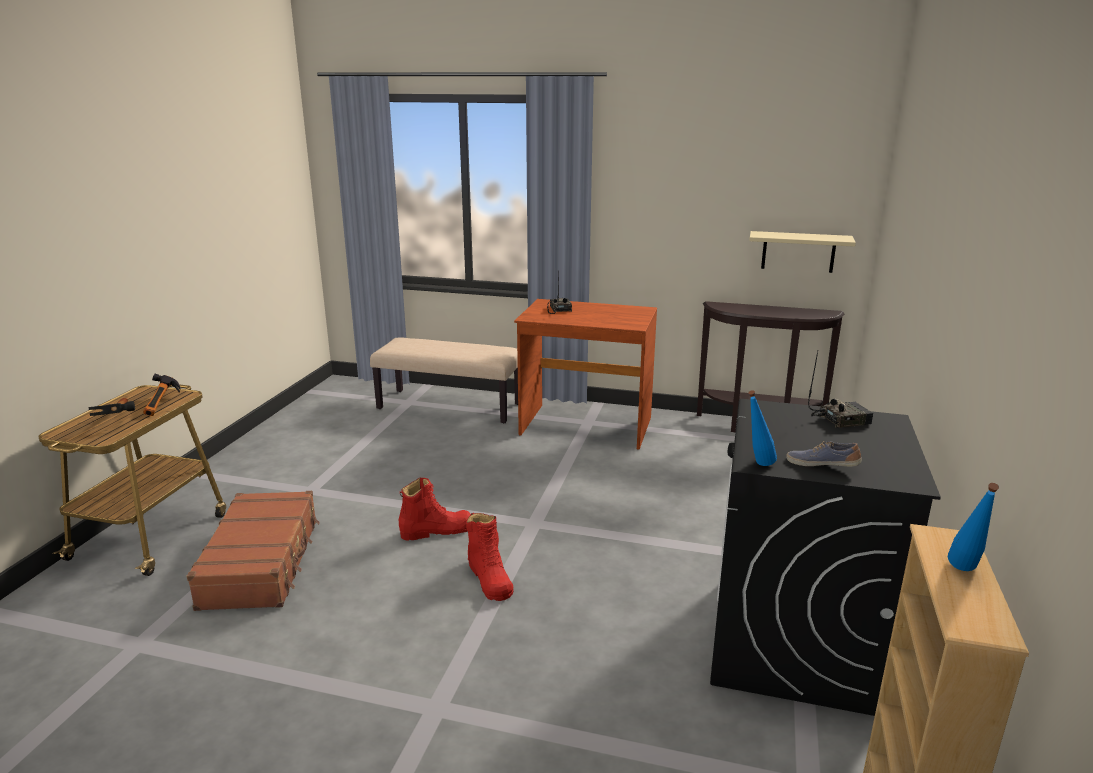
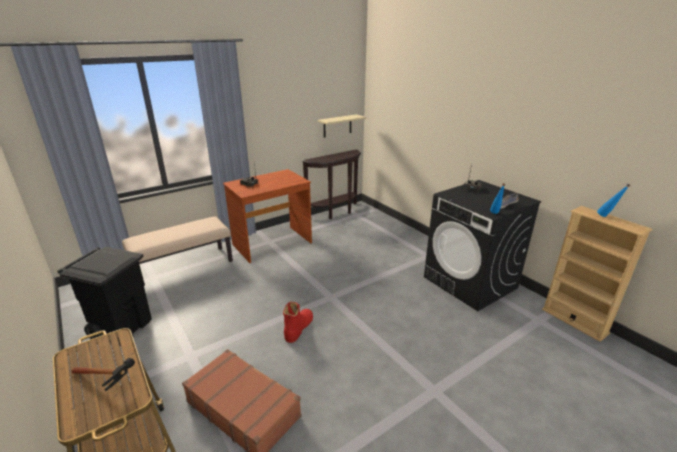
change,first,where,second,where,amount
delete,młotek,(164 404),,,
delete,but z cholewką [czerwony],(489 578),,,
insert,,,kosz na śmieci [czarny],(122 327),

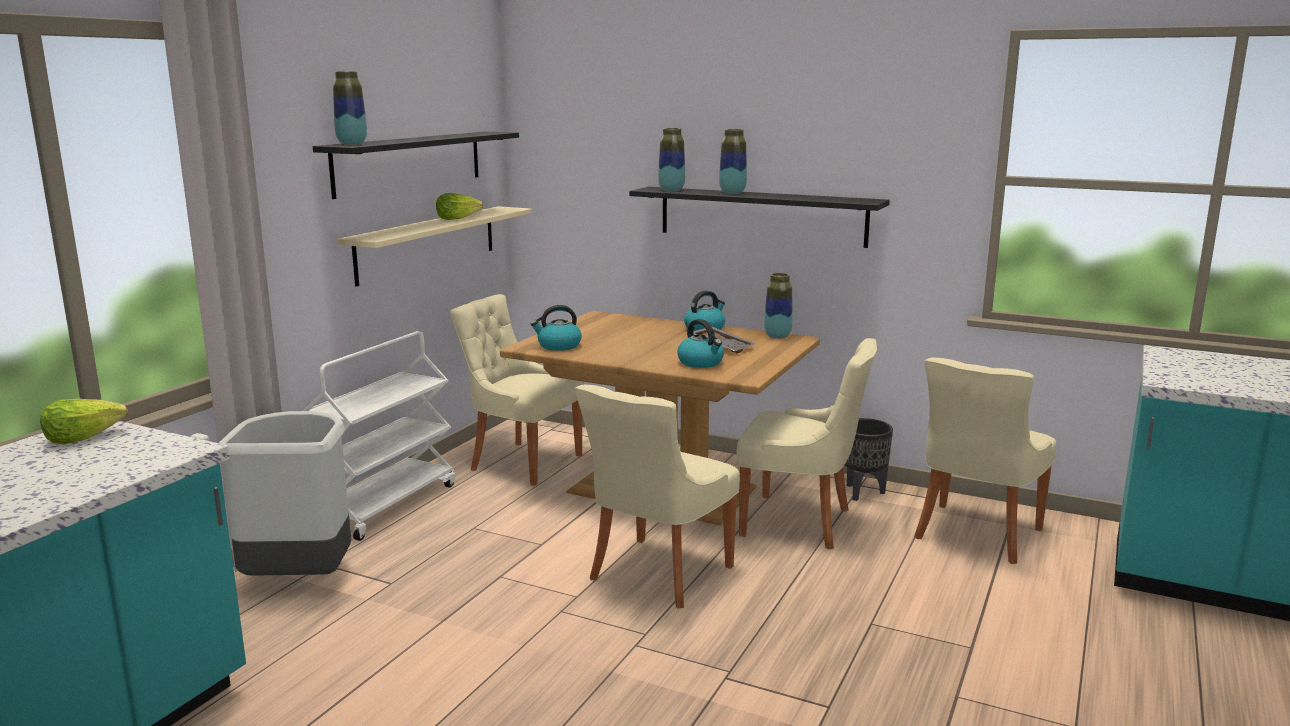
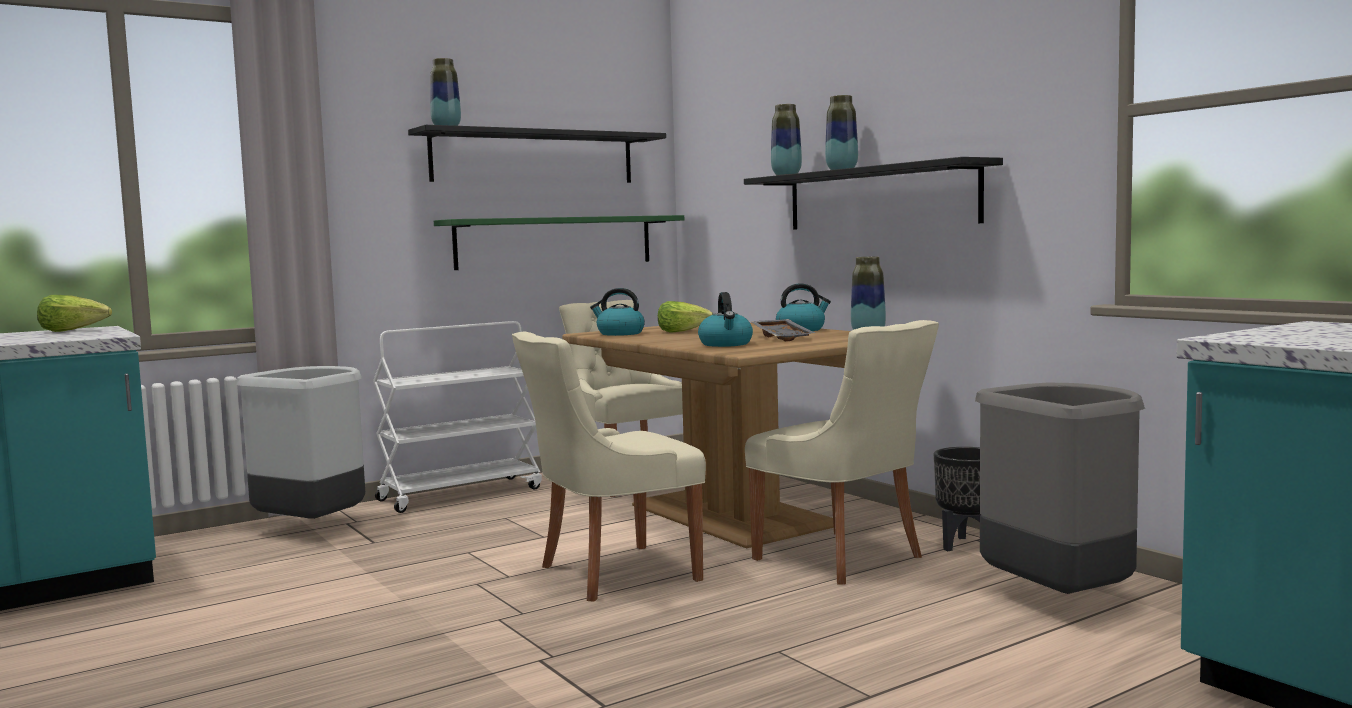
change,first,where,second,where,amount
move,sałata,(457 219),,(683 332),
recolor,półka [beżowy],(428 243),półka [zielony],(555 242),
replace,krzesło [beżowy],(975 535),kosz na śmieci [szary],(1060 602),

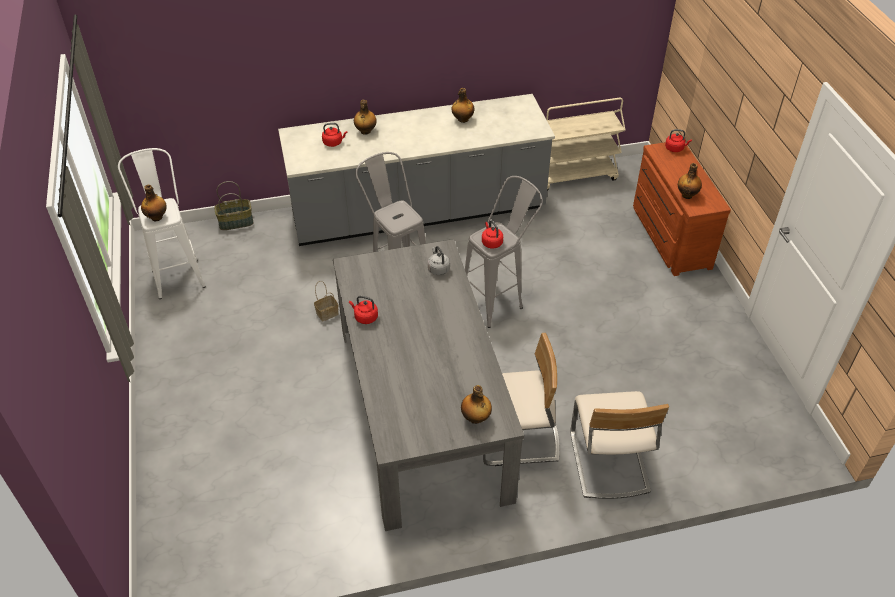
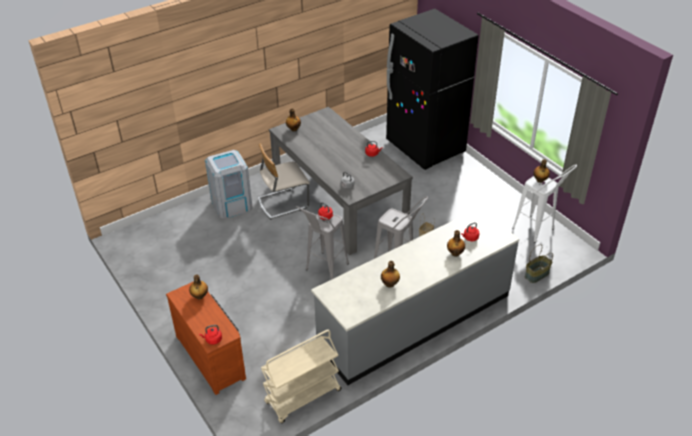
change,first,where,second,where,amount
replace,krzesło [beżowy],(608 462),kosz na śmieci [szary],(231 204),
insert,,,lodówka [czarny],(425 148),

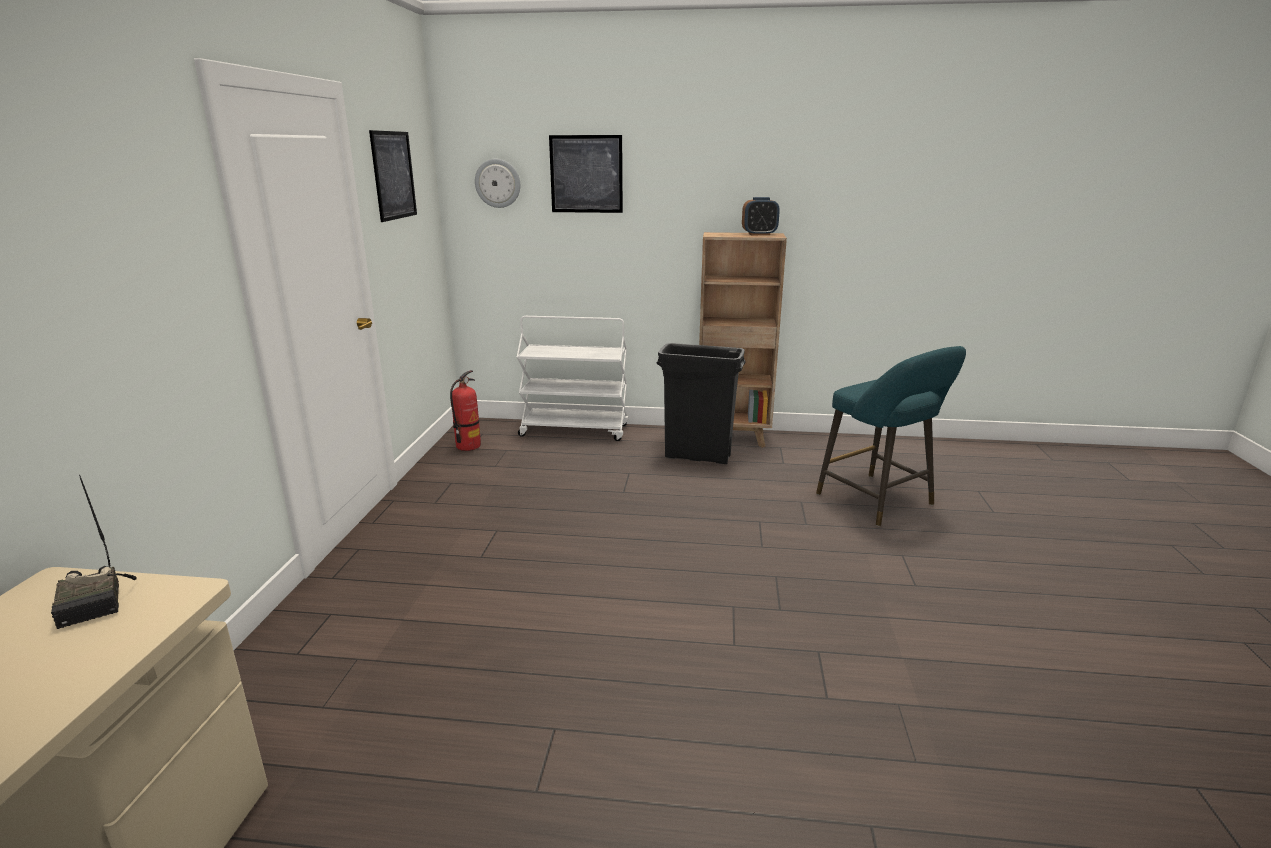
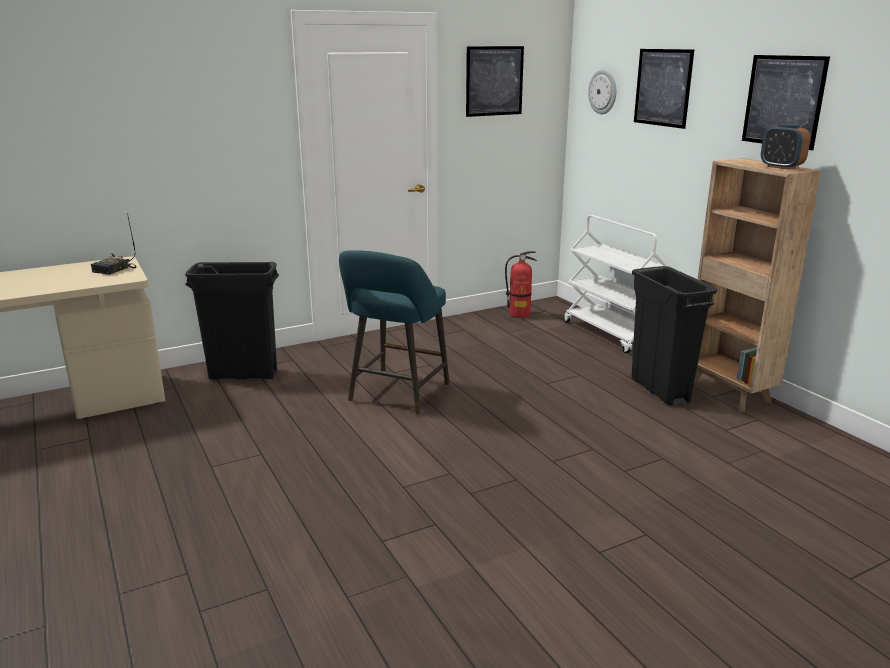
change,first,where,second,where,amount
move,stołek [turkusowy],(879 502),,(396 395),
insert,,,obraz,(783 101),
insert,,,kosz na śmieci [czarny],(244 375),

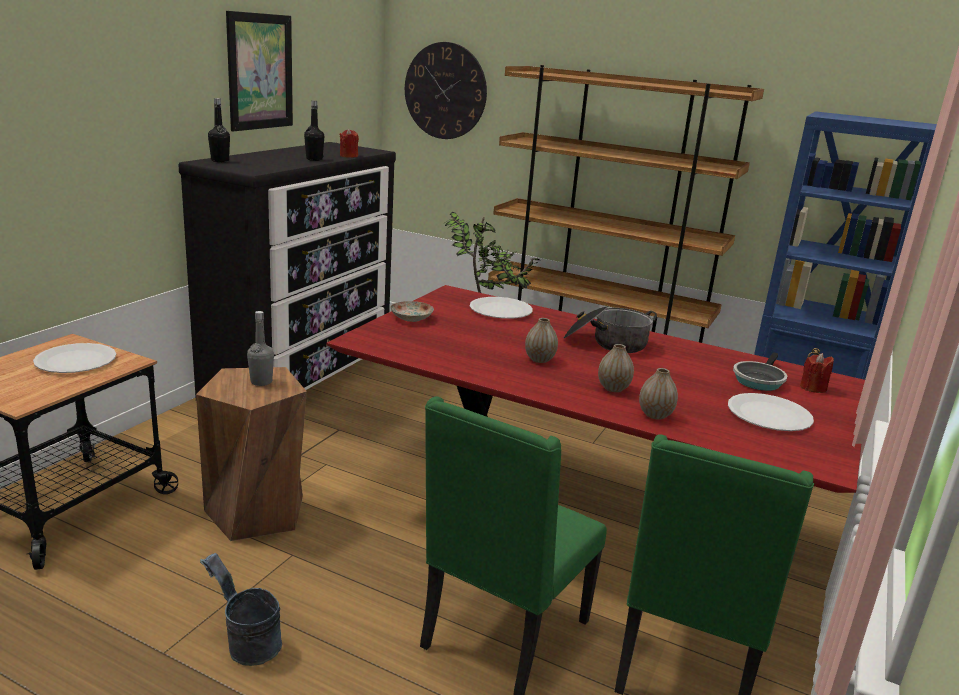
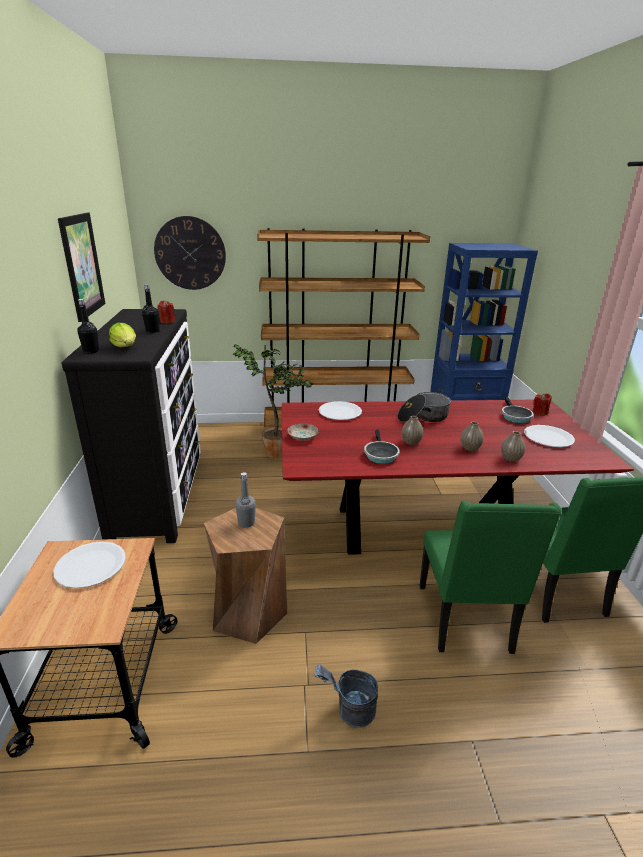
change,first,where,second,where,amount
insert,,,sałata,(125 347),
insert,,,patelnia,(380 454),

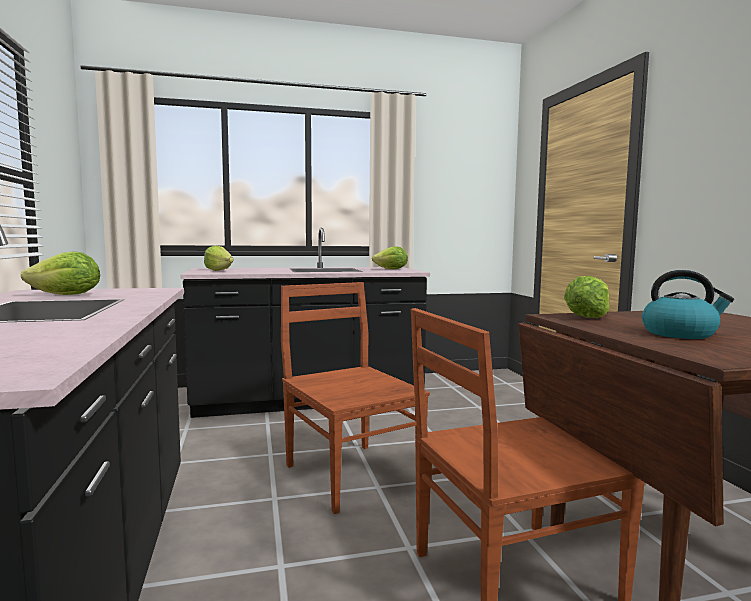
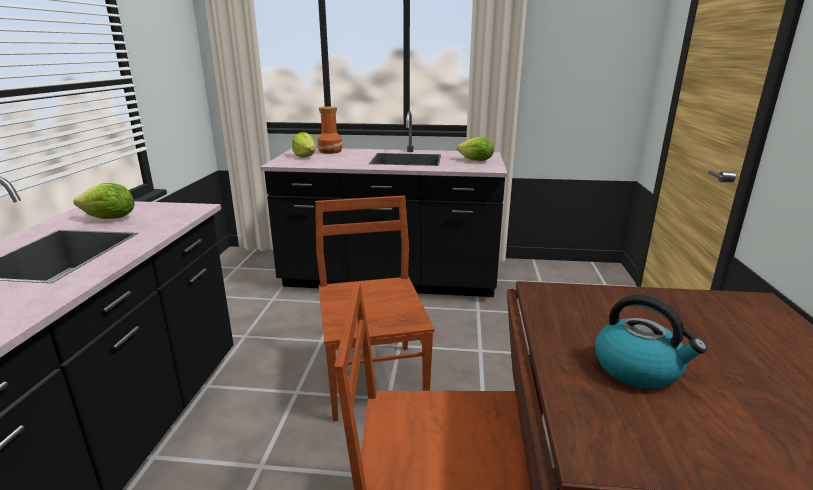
change,first,where,second,where,amount
delete,sałata,(587 317),,,
insert,,,wazon,(331 151),

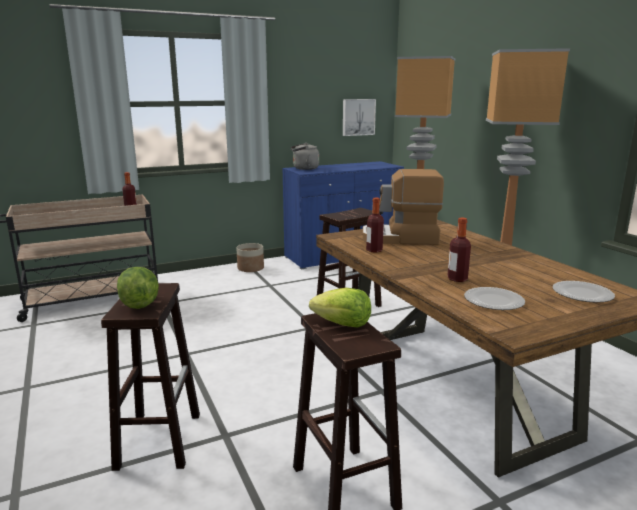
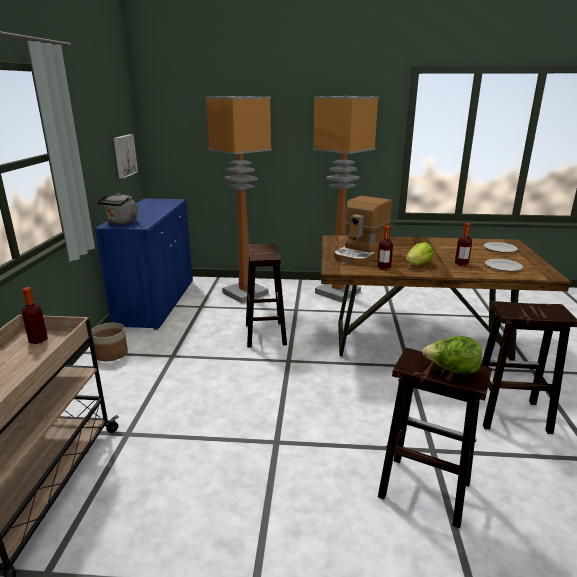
change,first,where,second,where,amount
move,sałata,(342 324),,(418 264),

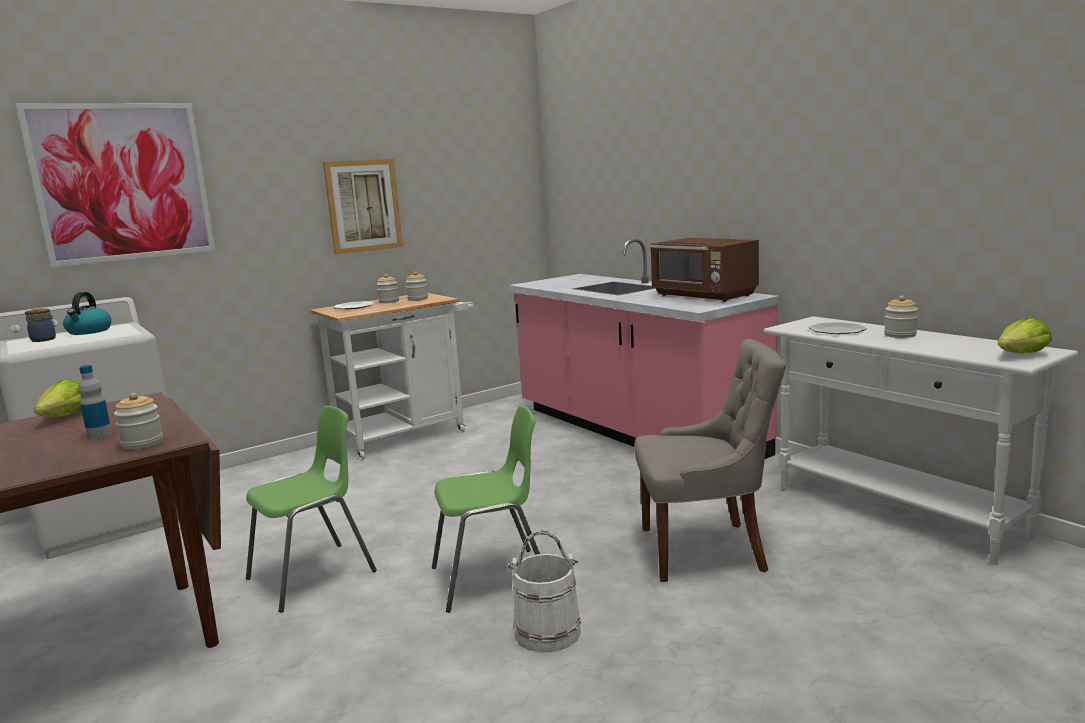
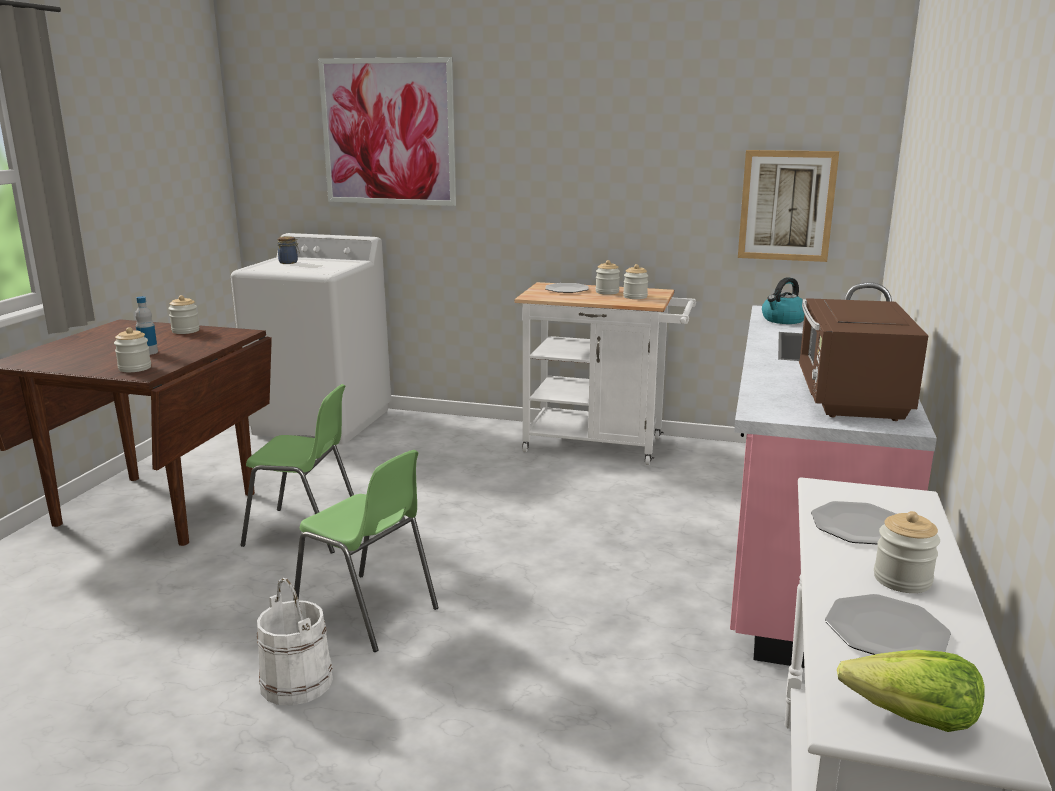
change,first,where,second,where,amount
move,obraz,(363 206),,(786 206),
move,czajnik,(89 331),,(783 320),
delete,krzesło [szary],(706 550),,,
replace,sałata,(66 417),słoik,(185 331),
insert,,,talerz,(886 631),

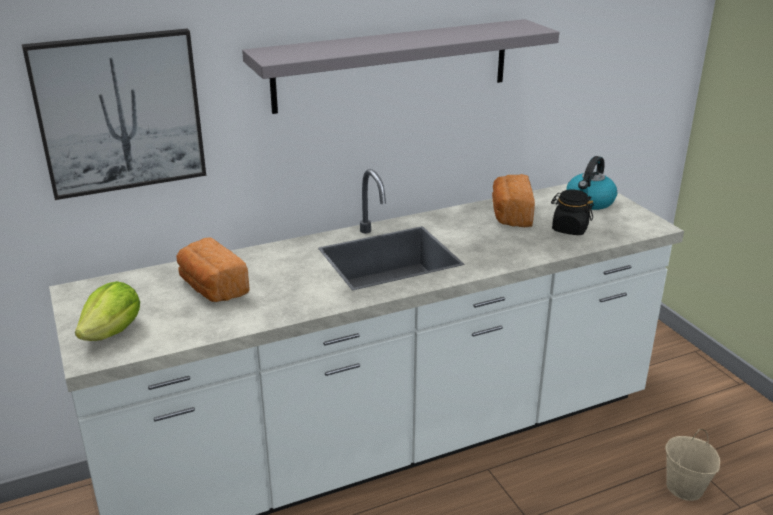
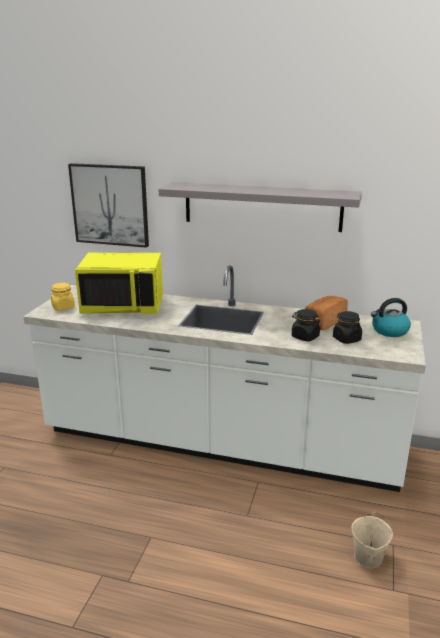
change,first,where,second,where,amount
replace,chleb,(212 288),mikrofalówka [żółty],(123 305),
replace,sałata,(113 332),słoik [żółty],(63 307),
insert,,,słoik [czarny],(305 337),

